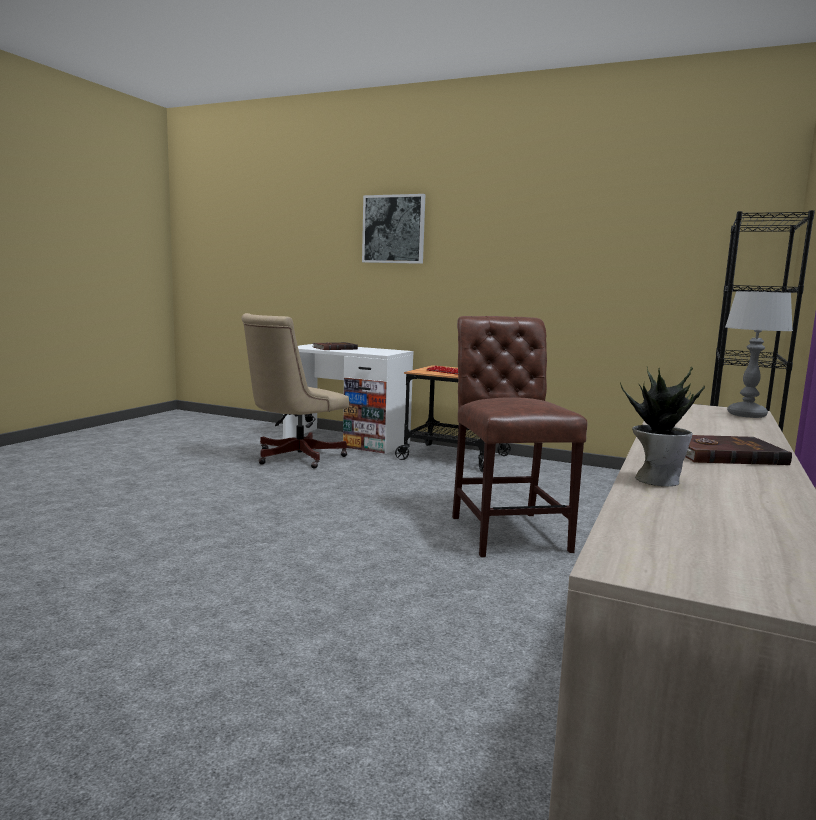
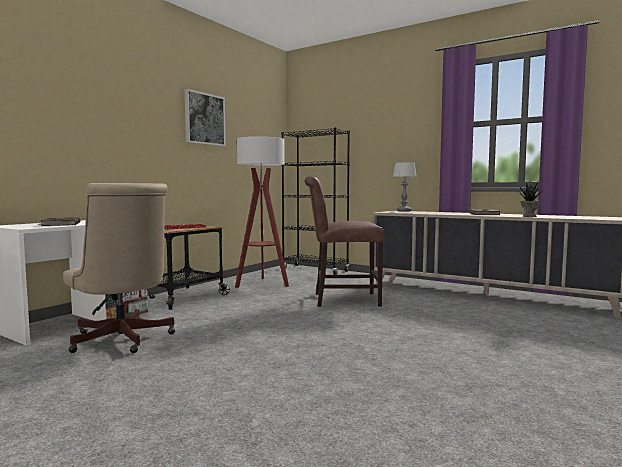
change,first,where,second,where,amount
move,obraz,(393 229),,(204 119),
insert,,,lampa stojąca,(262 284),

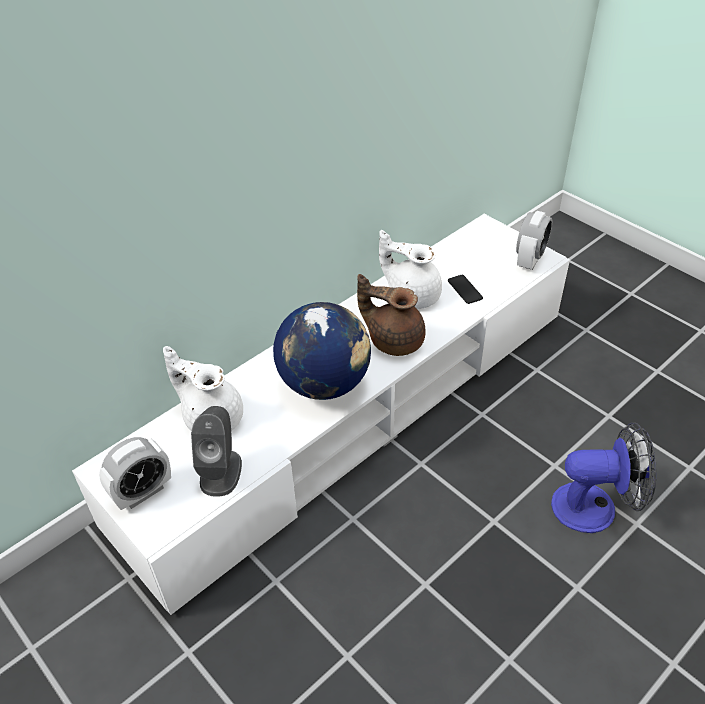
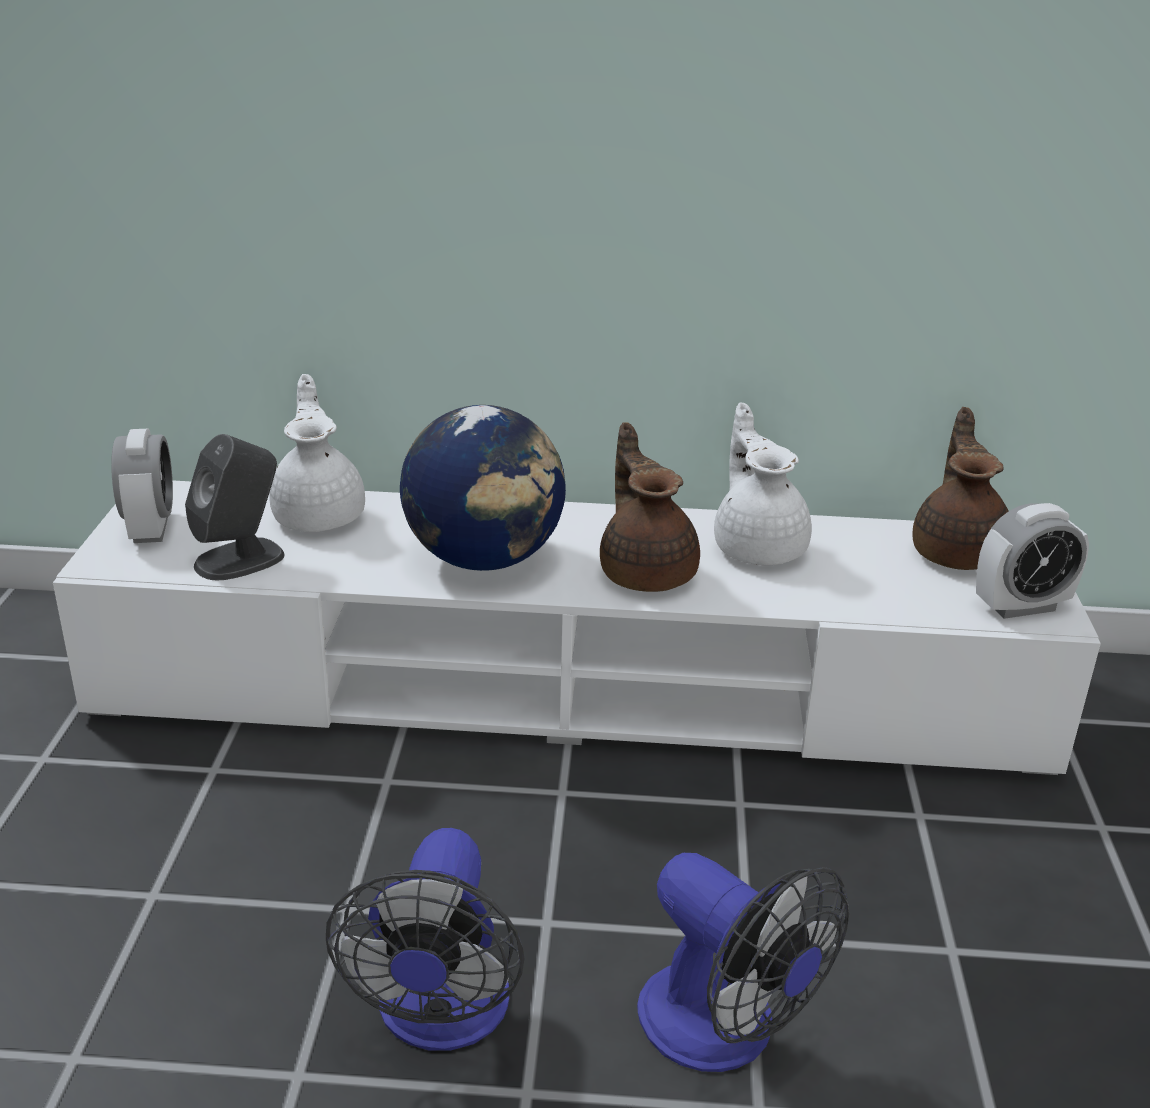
change,first,where,second,where,amount
delete,telefon,(465 289),,,
rotate,budzik,(142 492),,(150 529),105 degrees counterclockwise
insert,,,imbryk [brązowy],(958 552),
insert,,,wentylator,(440 1017),

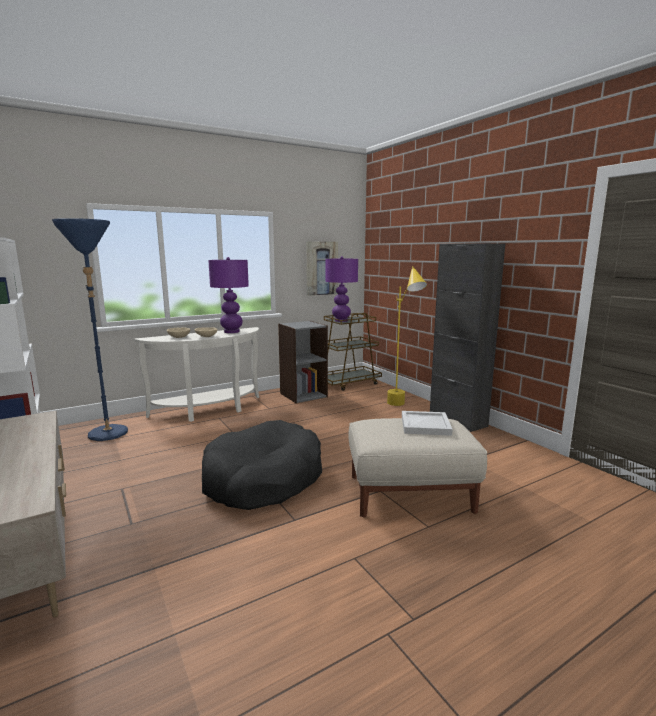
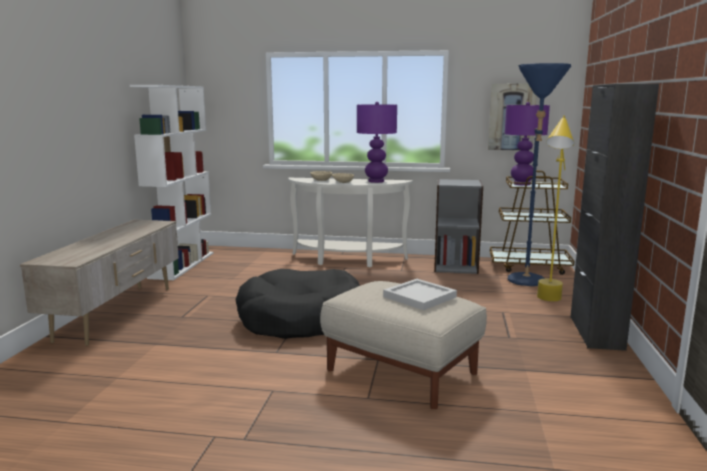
change,first,where,second,where,amount
move,lampa stojąca [niebieski],(109 436),,(527 283),

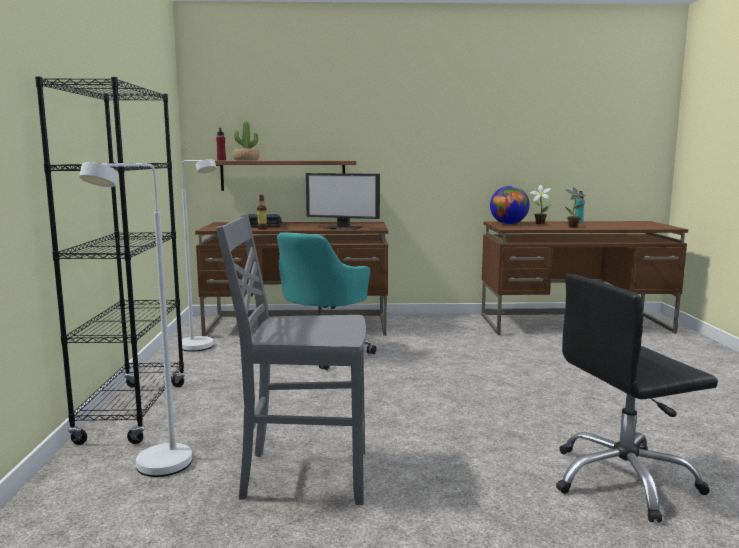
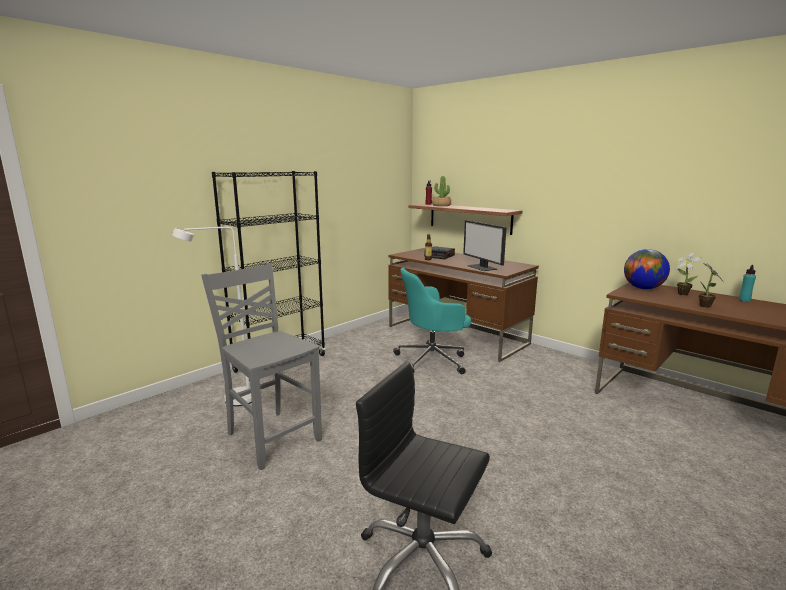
change,first,where,second,where,amount
delete,lampa stojąca [biały],(201 348),,,

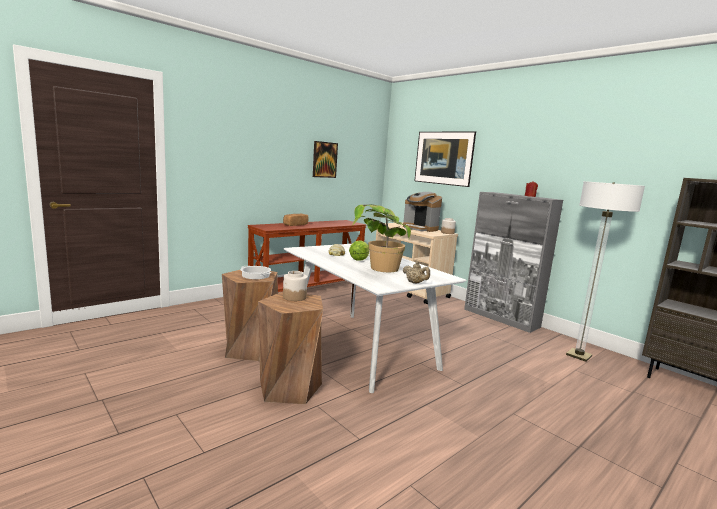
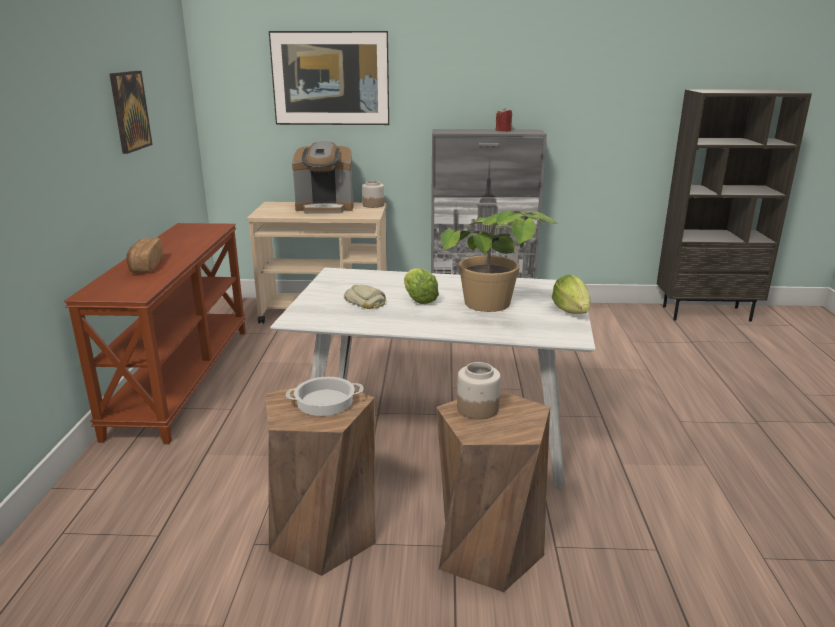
change,first,where,second,where,amount
delete,lampa stojąca,(578 356),,,
replace,imbryk [beżowy],(415 283),sałata,(571 311),

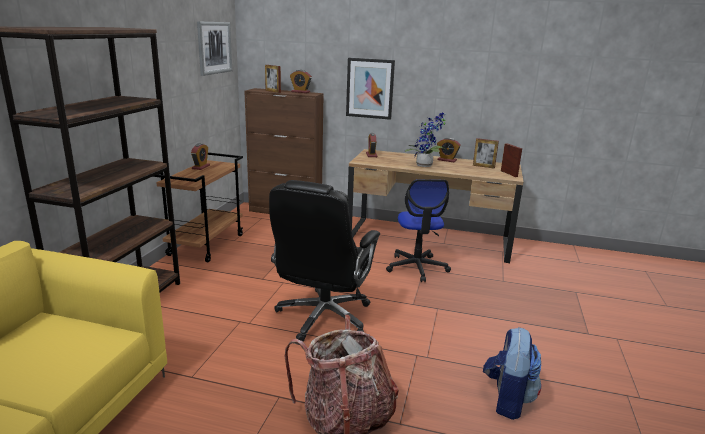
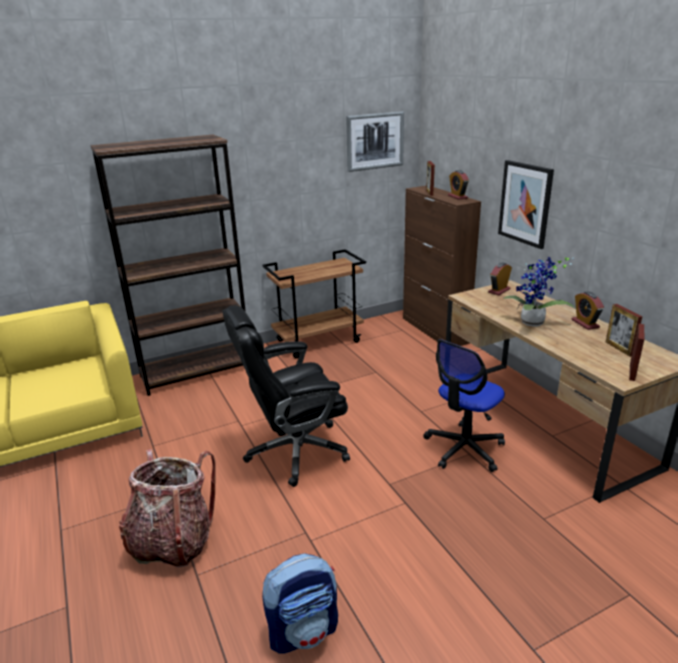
change,first,where,second,where,amount
delete,budzik,(201 167),,,

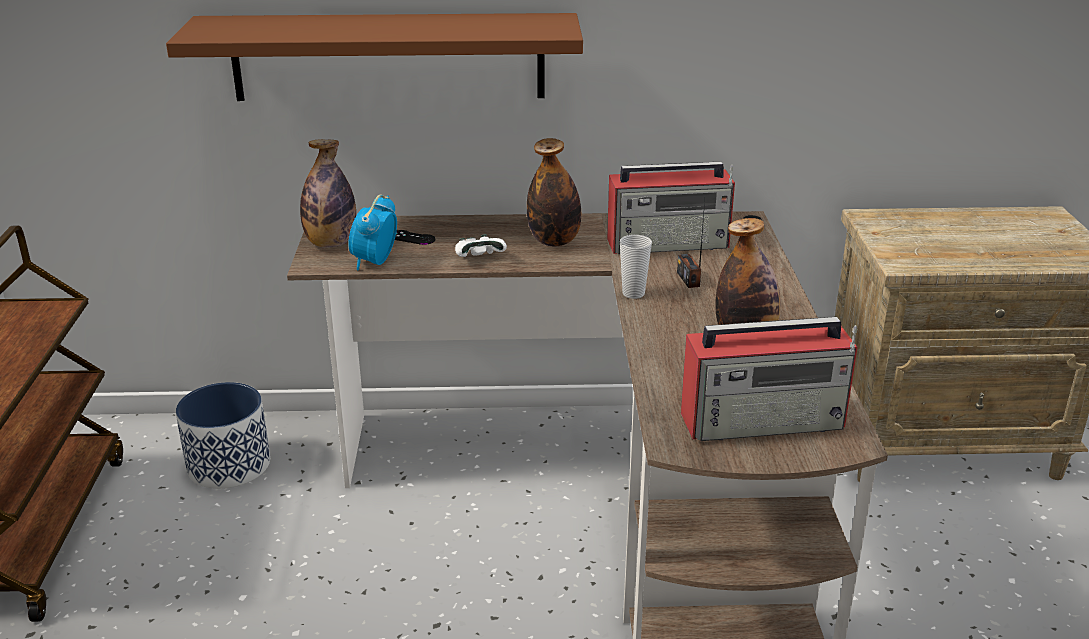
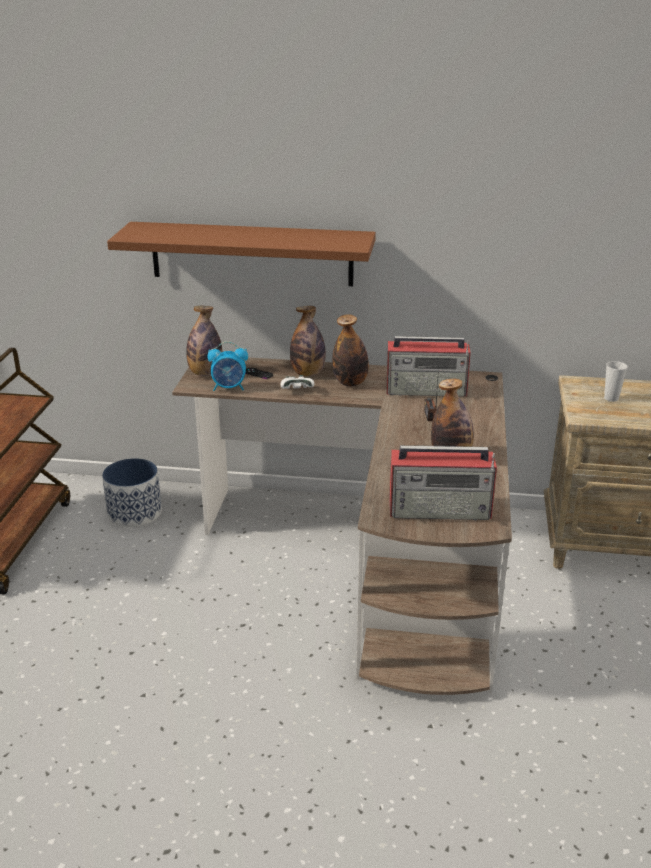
change,first,where,second,where,amount
rotate,budzik,(374 262),,(229 388),120 degrees counterclockwise
move,filiżanka,(633 293),,(611 398),
insert,,,butelka,(308 374),

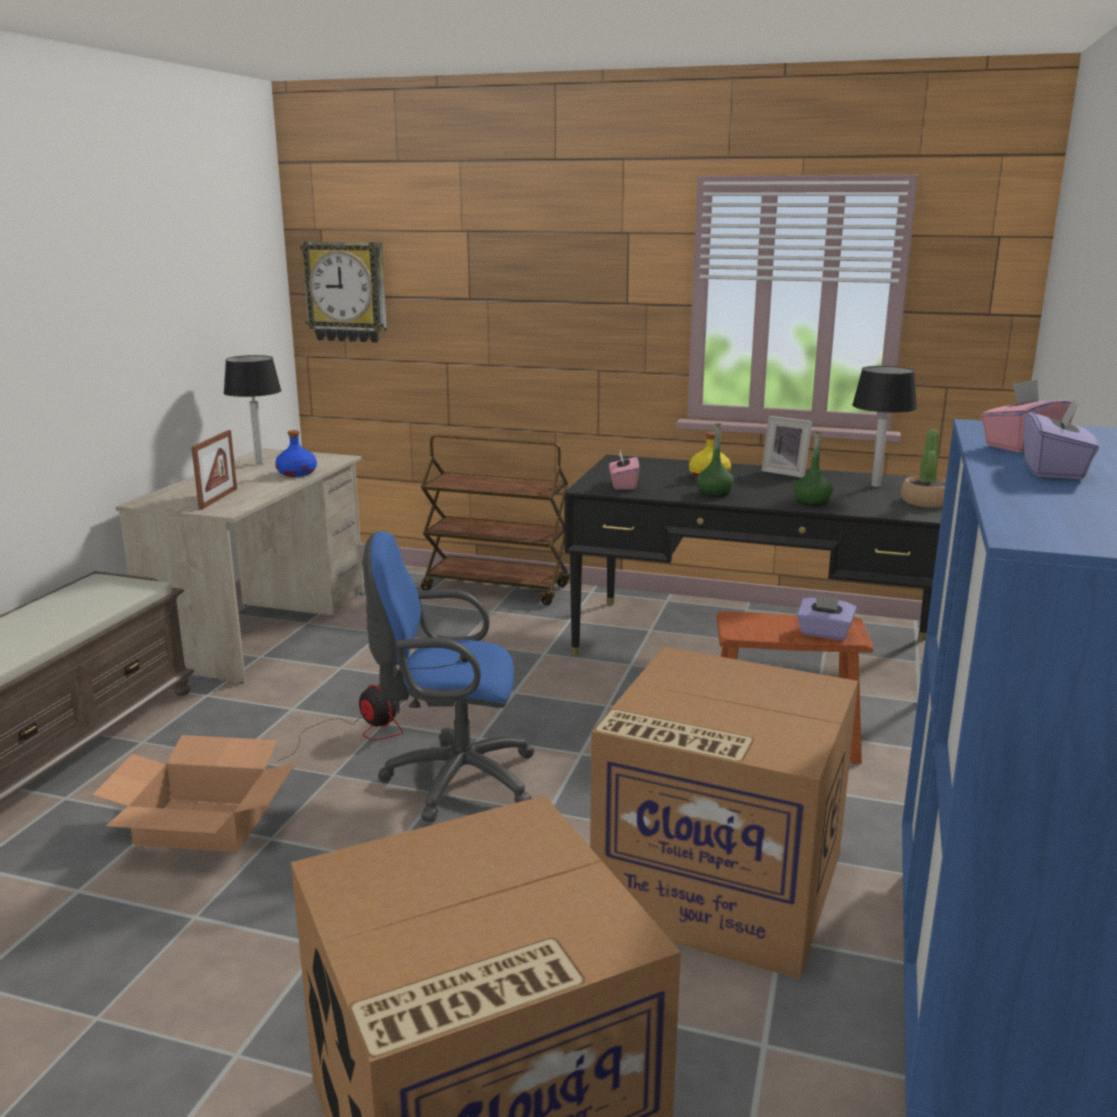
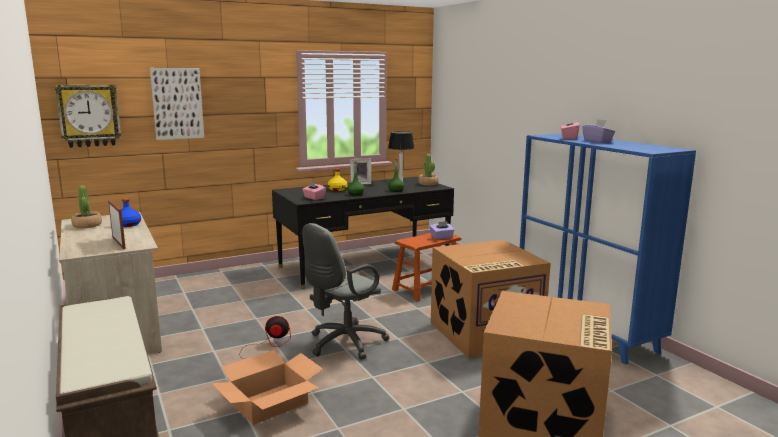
change,first,where,second,where,amount
replace,lampa stołowa,(260 463),roślina doniczkowa,(87 225),
delete,wózek [brązowy],(497 588),,,
recolor,krzesło biurowe [niebieski],(452 780),krzesło biurowe [szary],(343 344),
insert,,,obraz,(177 103),

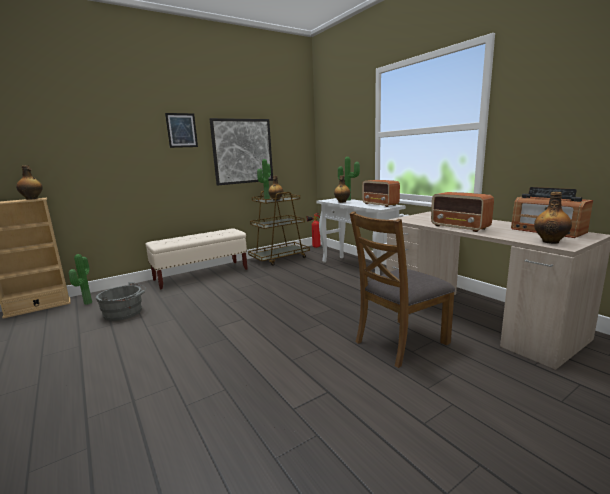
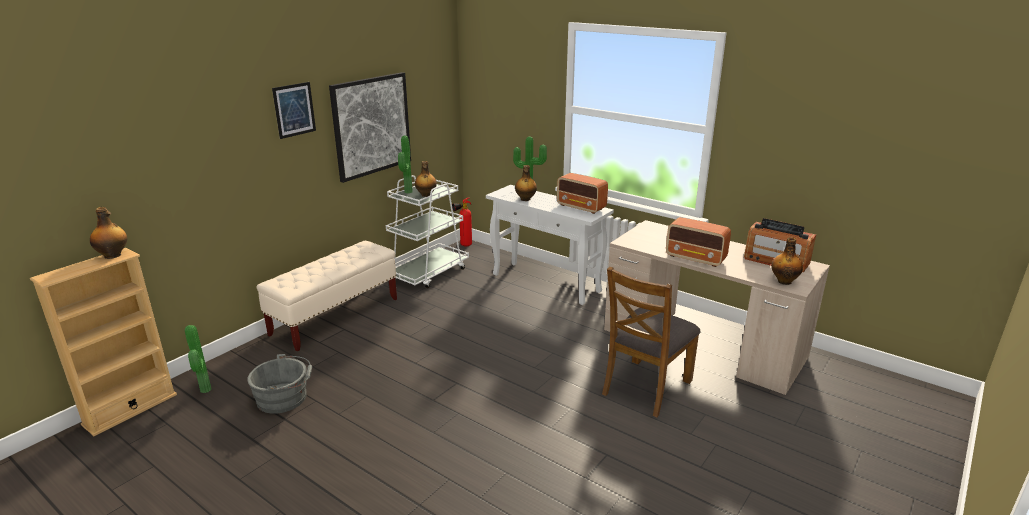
change,first,where,second,where,amount
recolor,wózek [brązowy],(280 258),wózek [biały],(428 273),

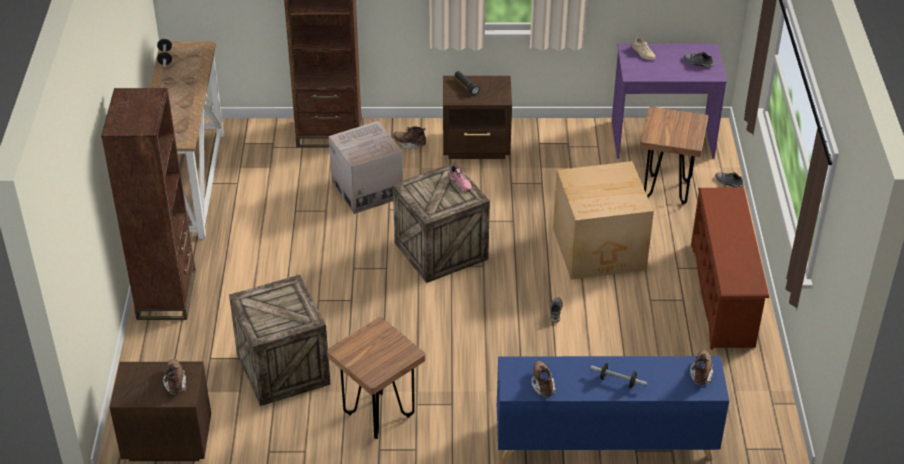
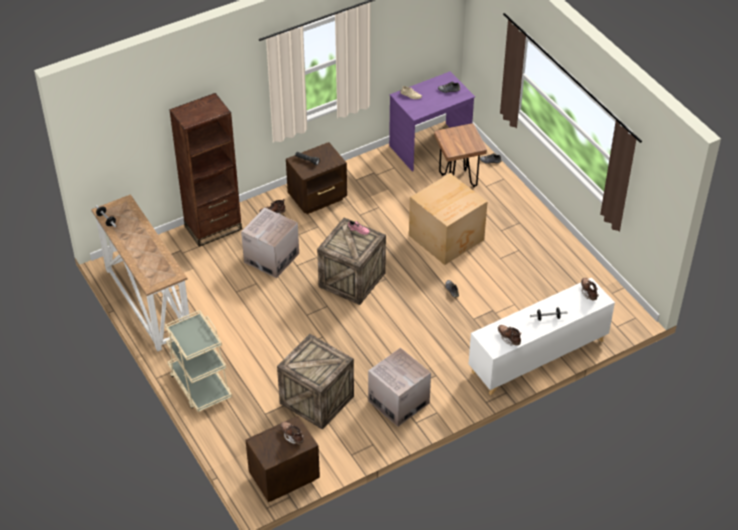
change,first,where,second,where,amount
replace,regał [brązowy],(167 294),wózek [beżowy],(200 385),
delete,regał na buty [brązowy],(723 295),,,
replace,stołek [brązowy],(378 415),karton,(398 402),
recolor,szafka [niebieski],(604 439),szafka [biały],(537 356),

